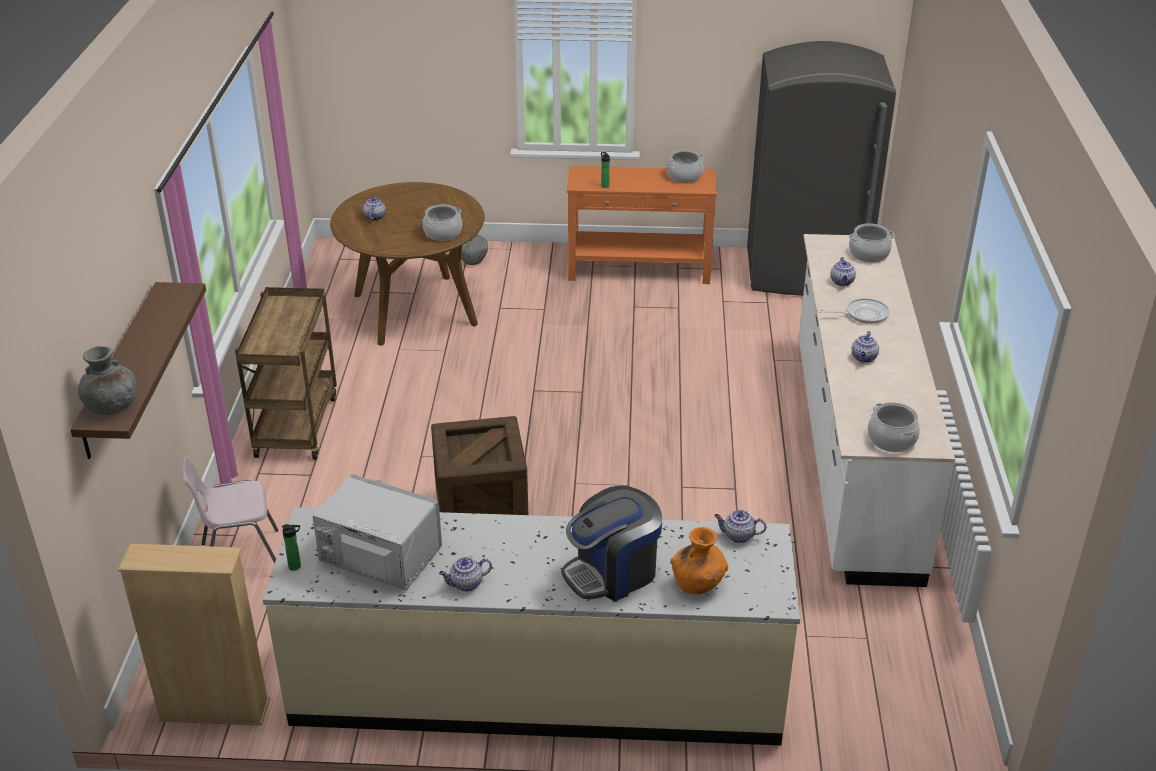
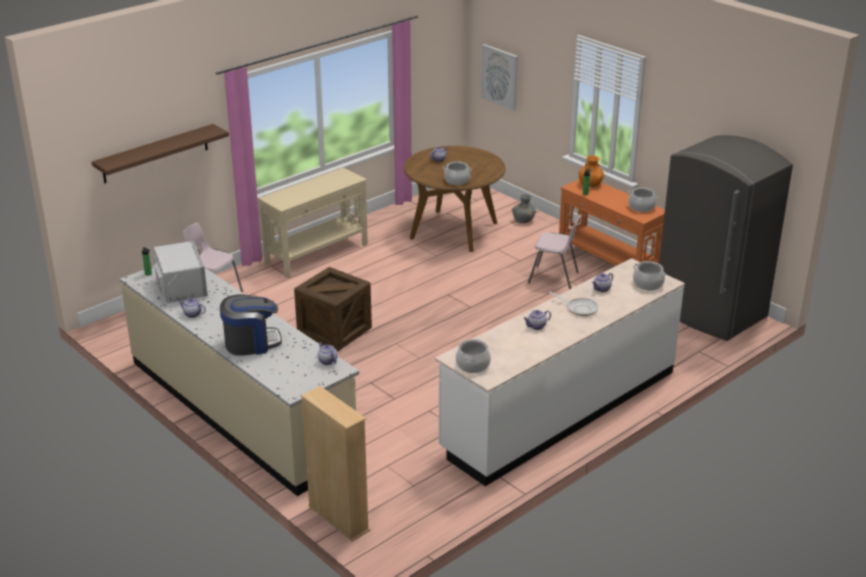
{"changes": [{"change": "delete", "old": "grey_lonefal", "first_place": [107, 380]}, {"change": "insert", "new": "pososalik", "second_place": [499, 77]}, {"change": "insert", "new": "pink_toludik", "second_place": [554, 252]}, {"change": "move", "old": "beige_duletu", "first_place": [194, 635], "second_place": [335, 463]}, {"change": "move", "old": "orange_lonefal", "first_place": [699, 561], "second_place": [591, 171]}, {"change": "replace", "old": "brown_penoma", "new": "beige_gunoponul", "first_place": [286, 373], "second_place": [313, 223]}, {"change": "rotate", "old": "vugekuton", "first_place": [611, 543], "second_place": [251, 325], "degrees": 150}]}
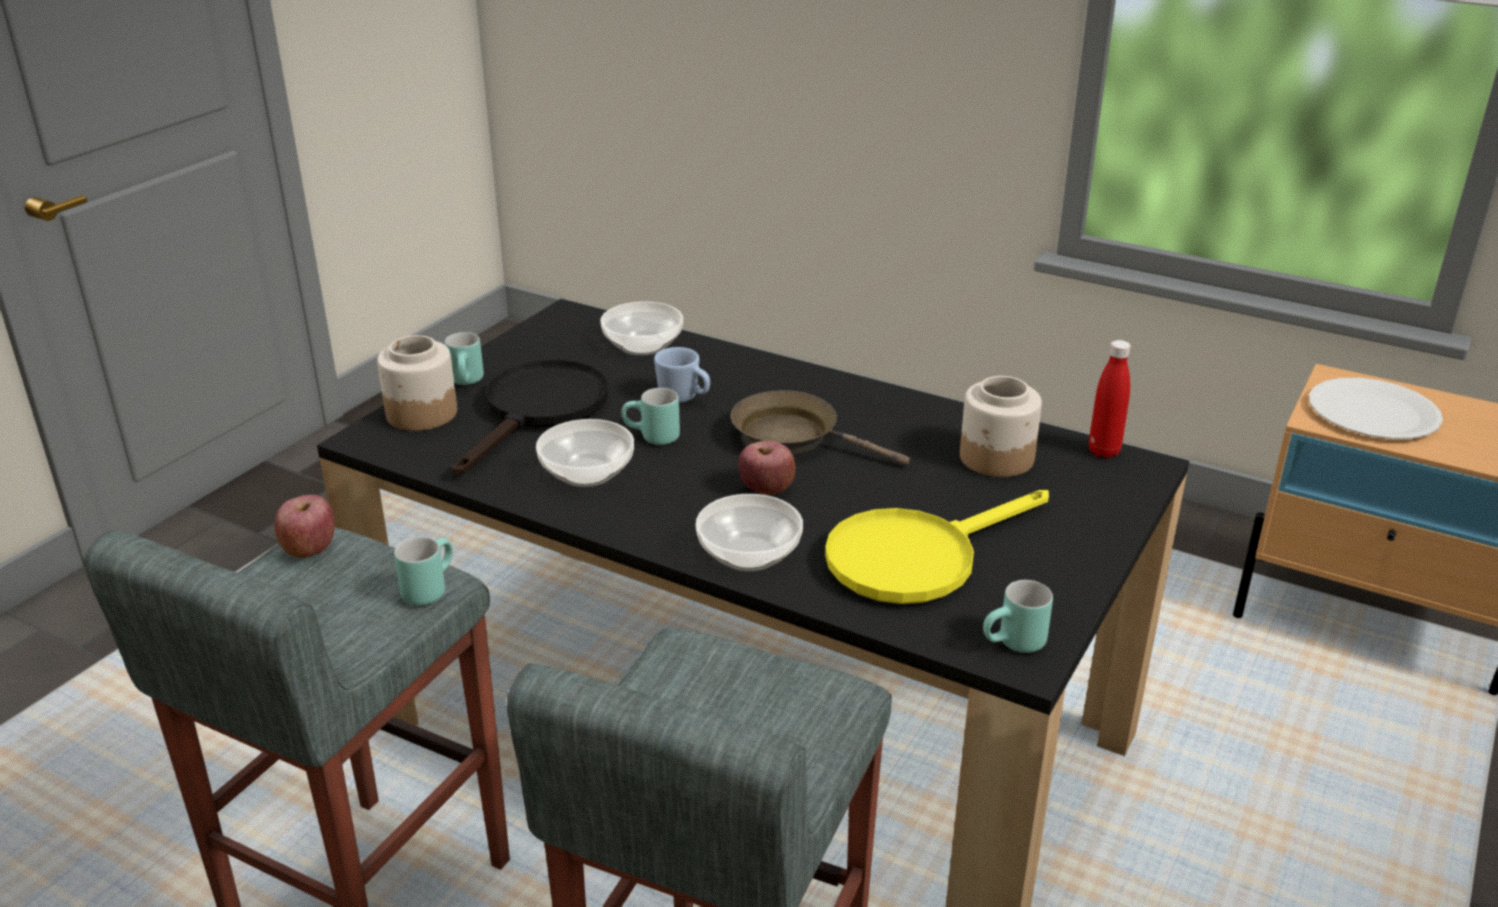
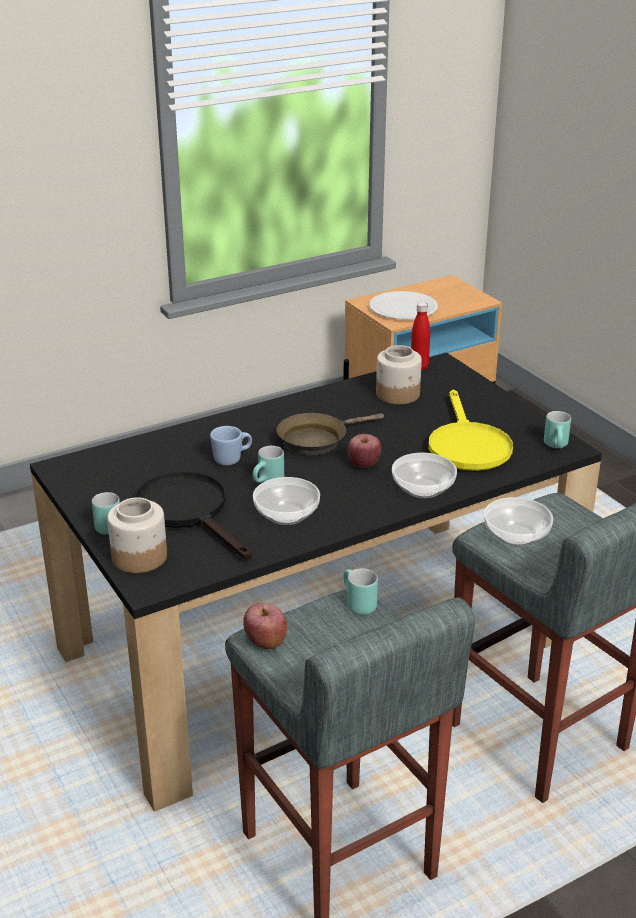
{"changes": [{"change": "move", "old": "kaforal", "first_place": [641, 328], "second_place": [518, 522]}]}
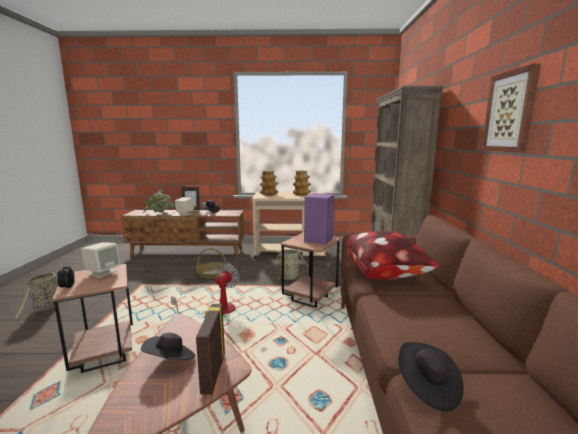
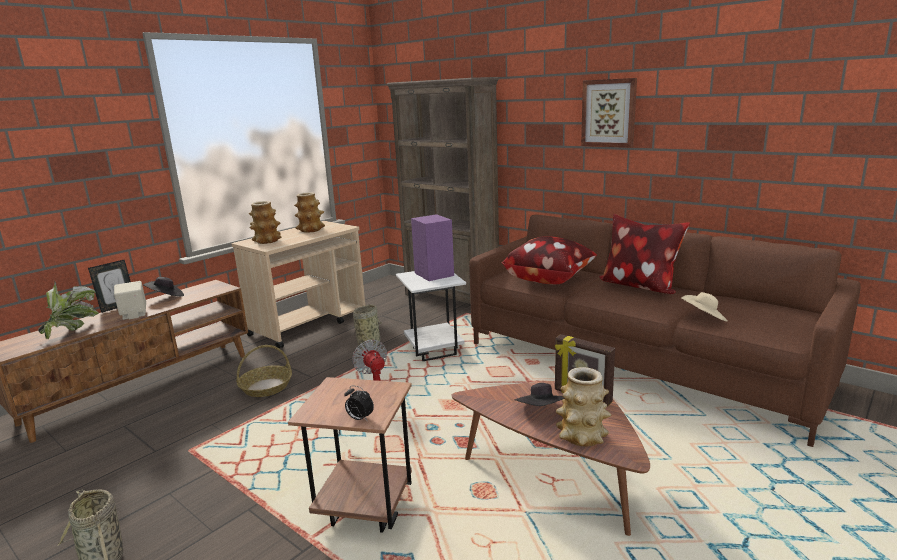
{"changes": [{"change": "delete", "old": "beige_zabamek", "first_place": [100, 260]}, {"change": "insert", "new": "lonefal", "second_place": [583, 407]}, {"change": "insert", "new": "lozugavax", "second_place": [644, 254]}, {"change": "recolor", "old": "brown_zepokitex", "new": "white_zepokitex", "first_place": [310, 270], "second_place": [431, 316]}, {"change": "recolor", "old": "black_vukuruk", "new": "beige_vukuruk", "first_place": [430, 377], "second_place": [704, 306]}]}
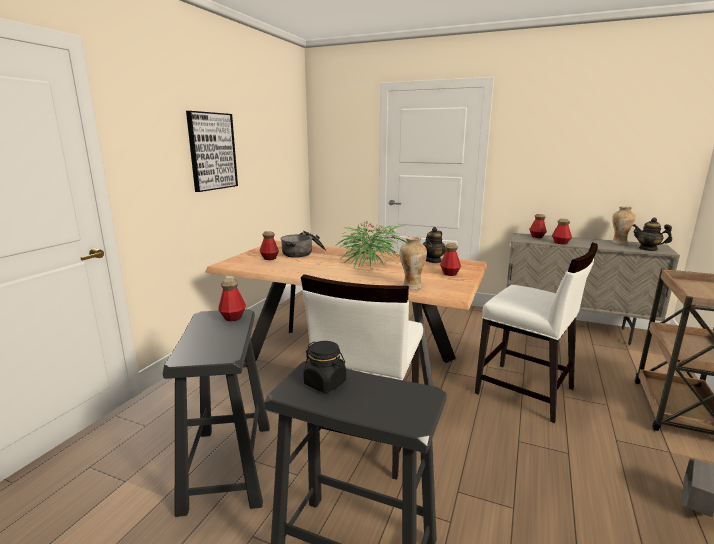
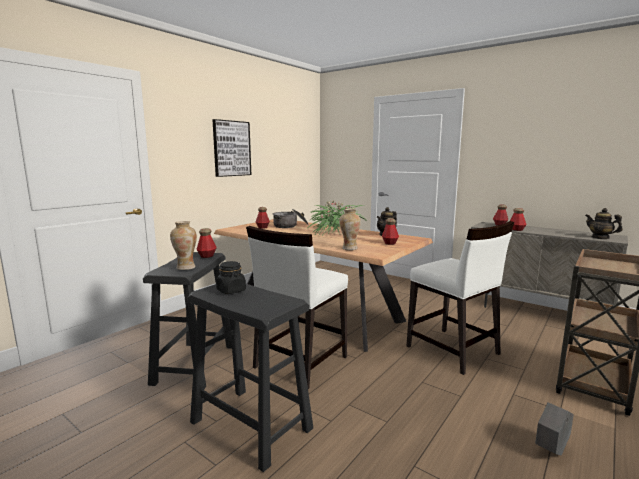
{"changes": [{"change": "move", "old": "lonefal", "first_place": [623, 225], "second_place": [183, 245]}]}
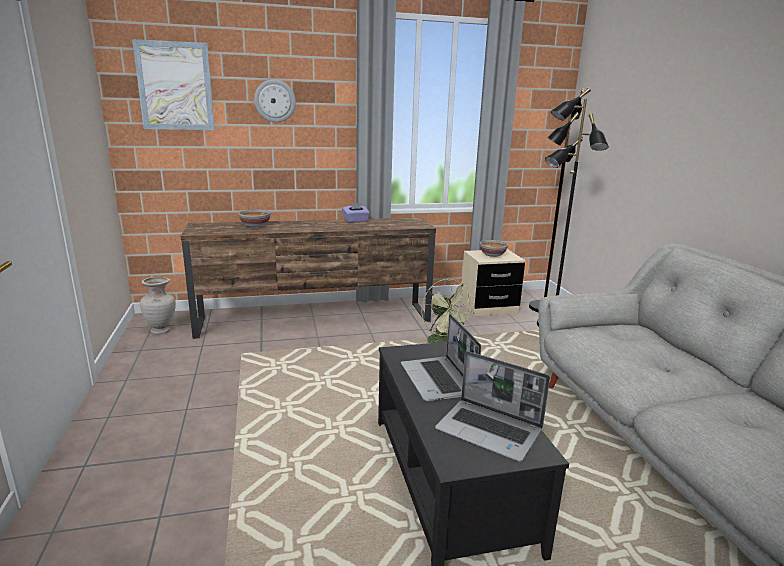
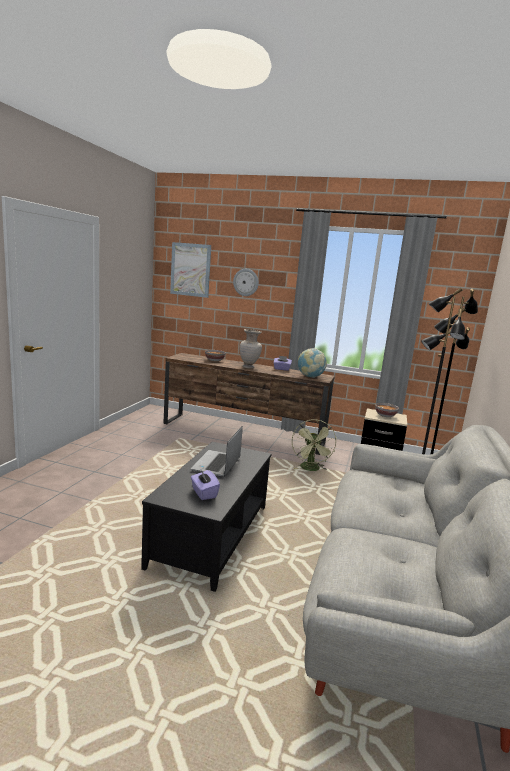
{"changes": [{"change": "insert", "new": "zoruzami", "second_place": [312, 363]}, {"change": "move", "old": "beige_lonefal", "first_place": [158, 305], "second_place": [250, 349]}, {"change": "replace", "old": "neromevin", "new": "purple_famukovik", "first_place": [492, 406], "second_place": [205, 485]}]}
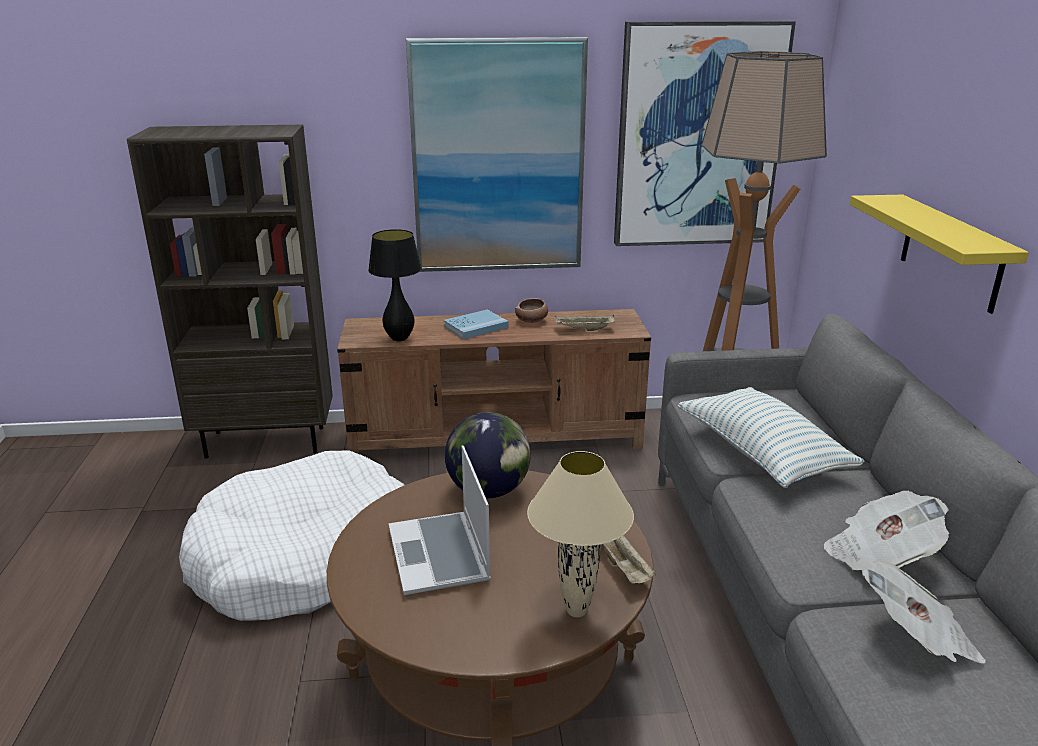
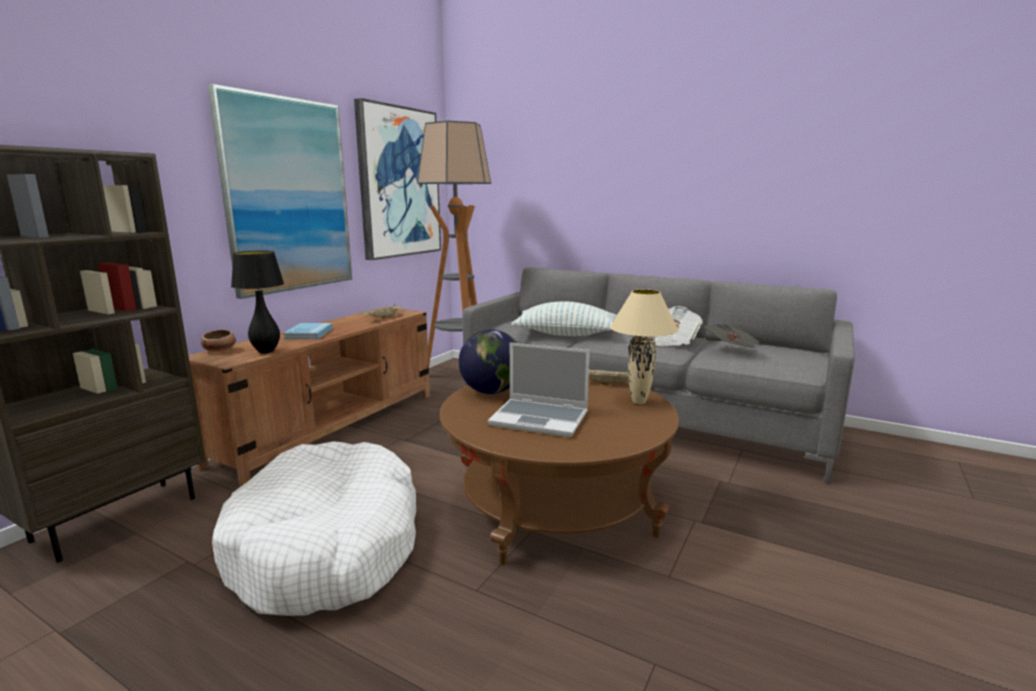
{"changes": [{"change": "delete", "old": "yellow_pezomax", "first_place": [939, 254]}, {"change": "move", "old": "kaforal", "first_place": [531, 310], "second_place": [218, 340]}]}
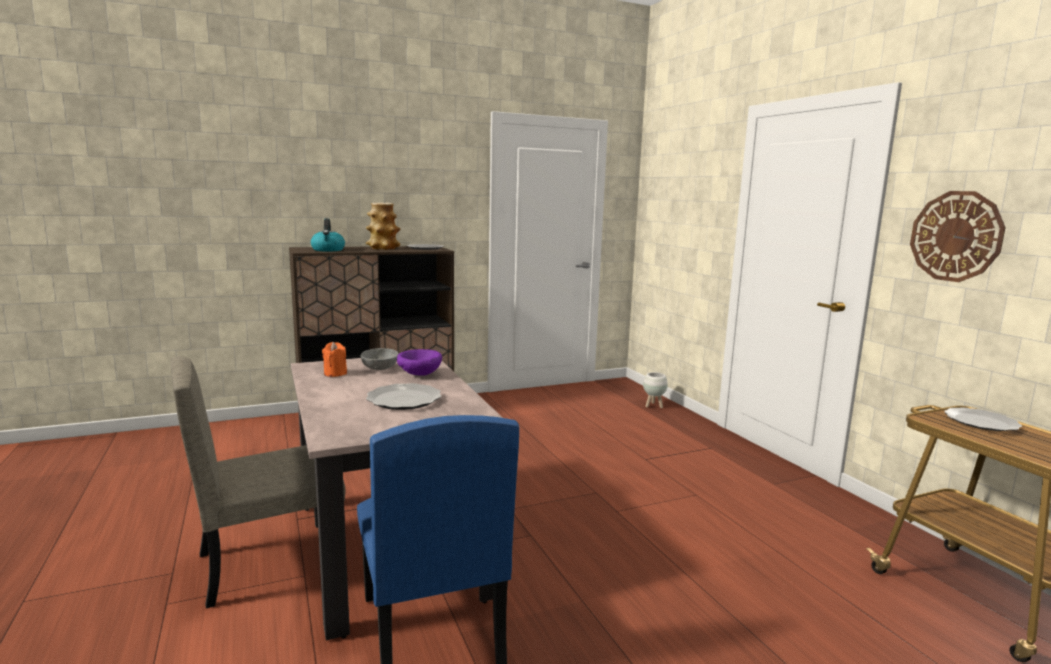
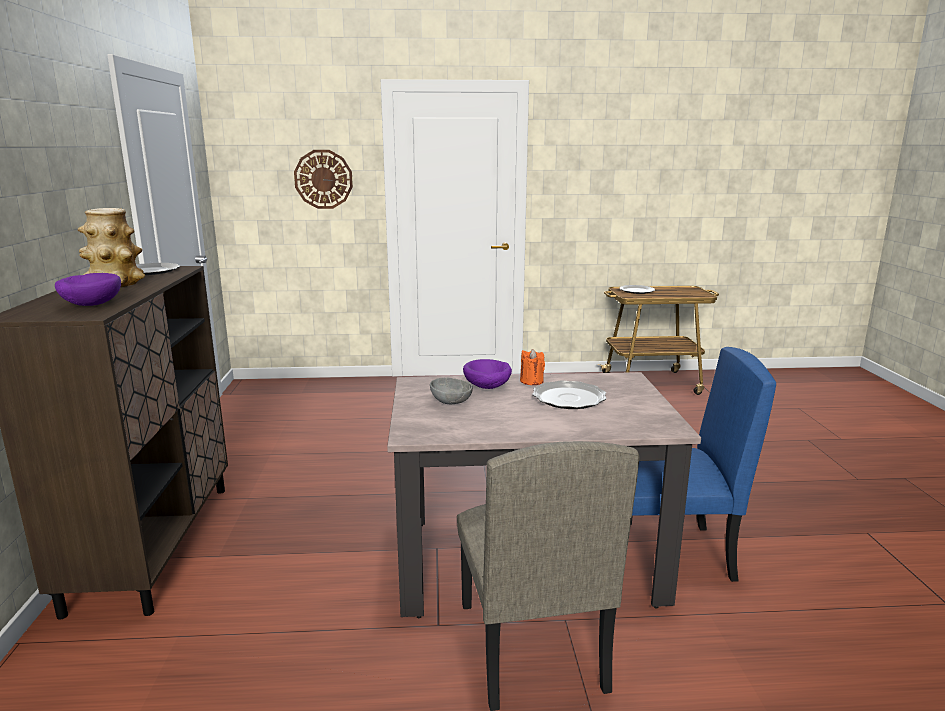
{"changes": [{"change": "delete", "old": "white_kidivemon", "first_place": [655, 390]}, {"change": "move", "old": "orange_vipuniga", "first_place": [334, 359], "second_place": [532, 367]}, {"change": "move", "old": "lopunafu", "first_place": [958, 236], "second_place": [323, 179]}, {"change": "replace", "old": "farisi", "new": "purple_kaforal", "first_place": [327, 234], "second_place": [88, 289]}]}
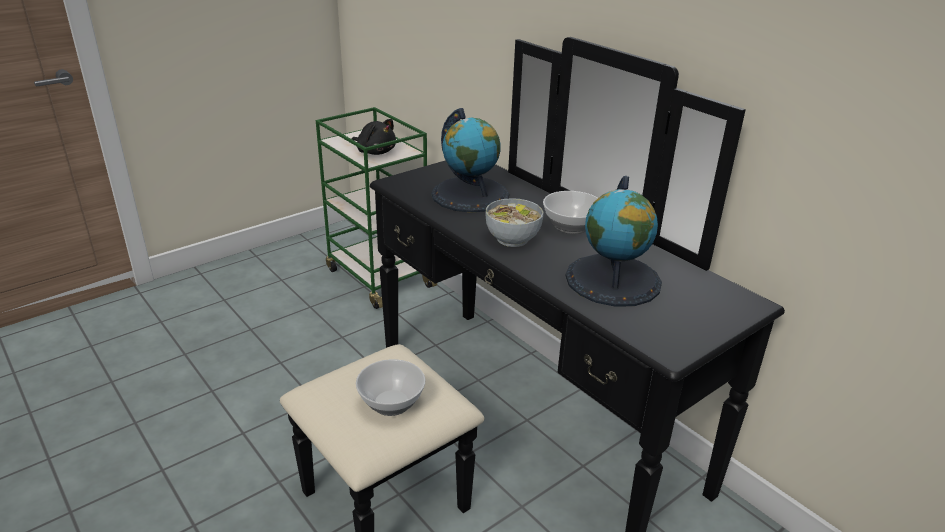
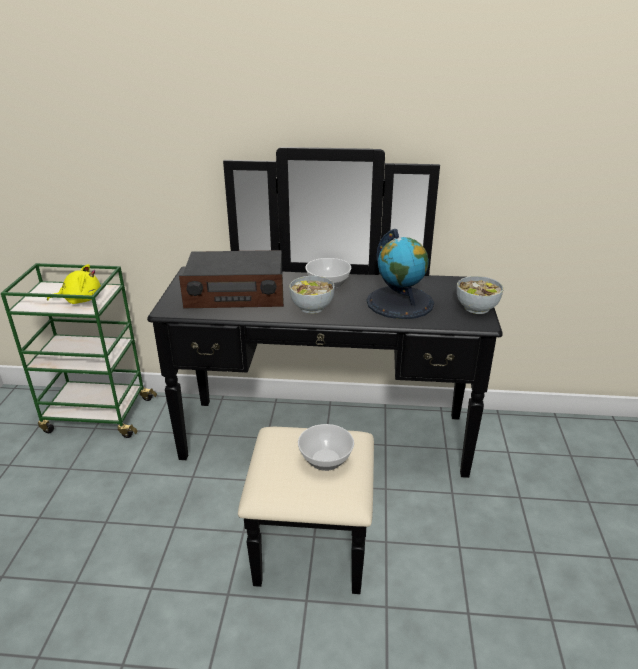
{"changes": [{"change": "insert", "new": "kaforal", "second_place": [480, 295]}, {"change": "replace", "old": "zoruzami", "new": "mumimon", "first_place": [470, 160], "second_place": [231, 279]}, {"change": "recolor", "old": "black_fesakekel", "new": "yellow_fesakekel", "first_place": [373, 137], "second_place": [74, 284]}]}
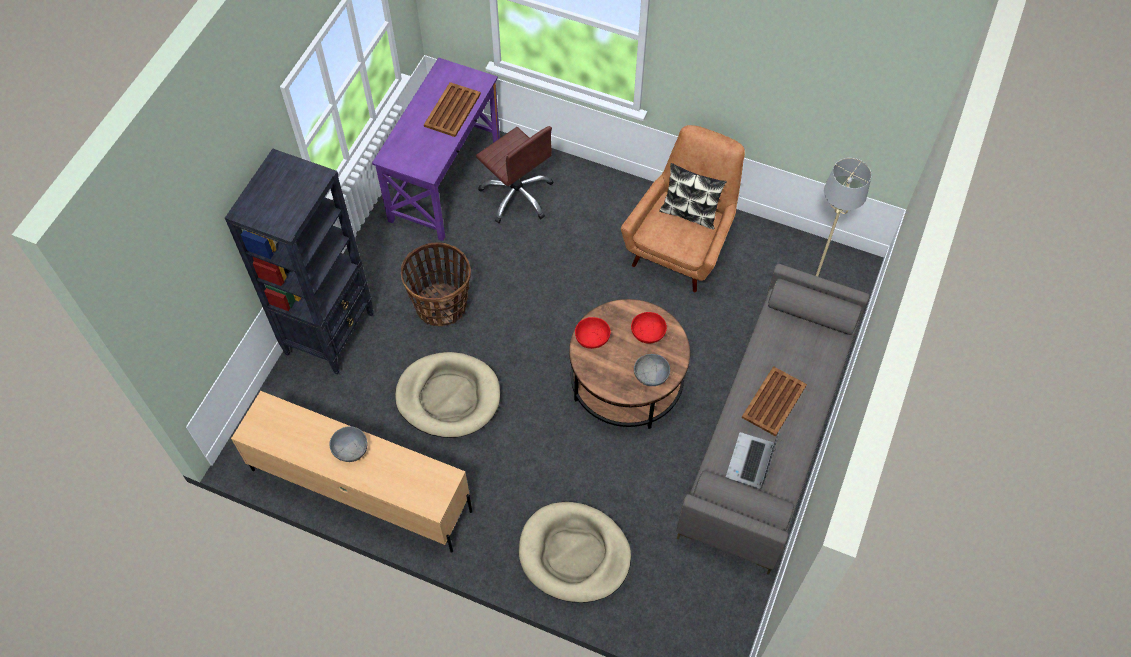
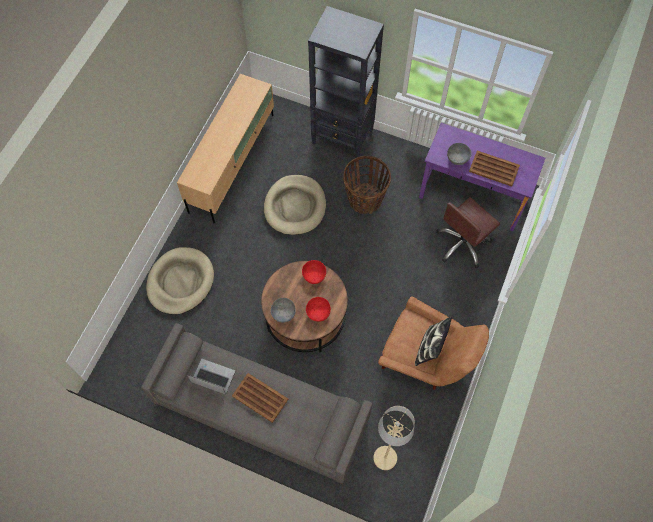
{"changes": [{"change": "move", "old": "grey_kaforal", "first_place": [348, 444], "second_place": [459, 154]}]}
